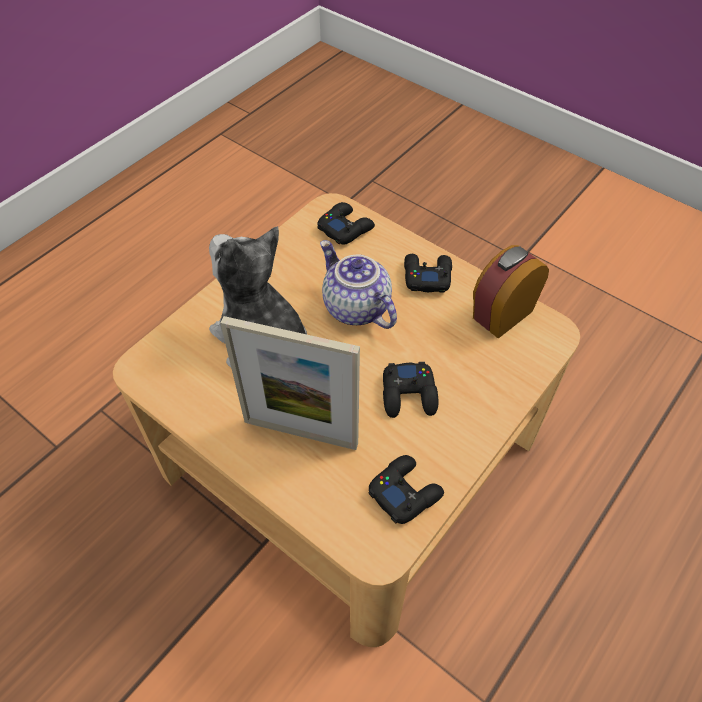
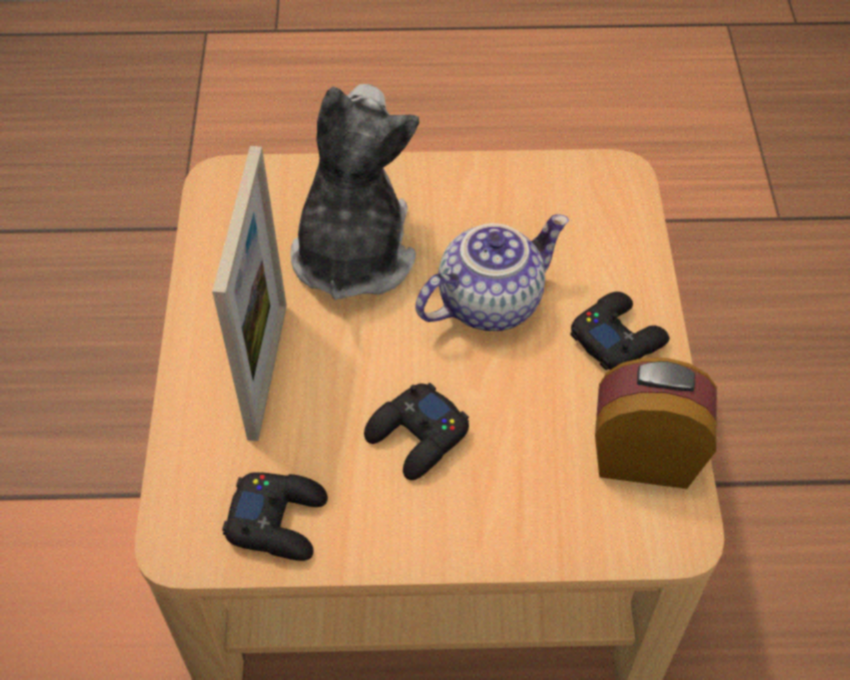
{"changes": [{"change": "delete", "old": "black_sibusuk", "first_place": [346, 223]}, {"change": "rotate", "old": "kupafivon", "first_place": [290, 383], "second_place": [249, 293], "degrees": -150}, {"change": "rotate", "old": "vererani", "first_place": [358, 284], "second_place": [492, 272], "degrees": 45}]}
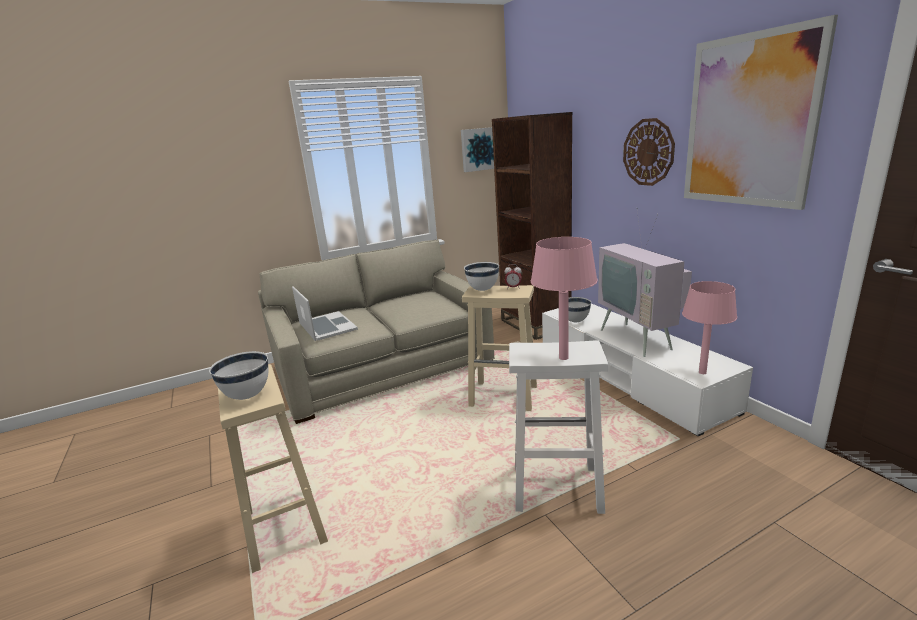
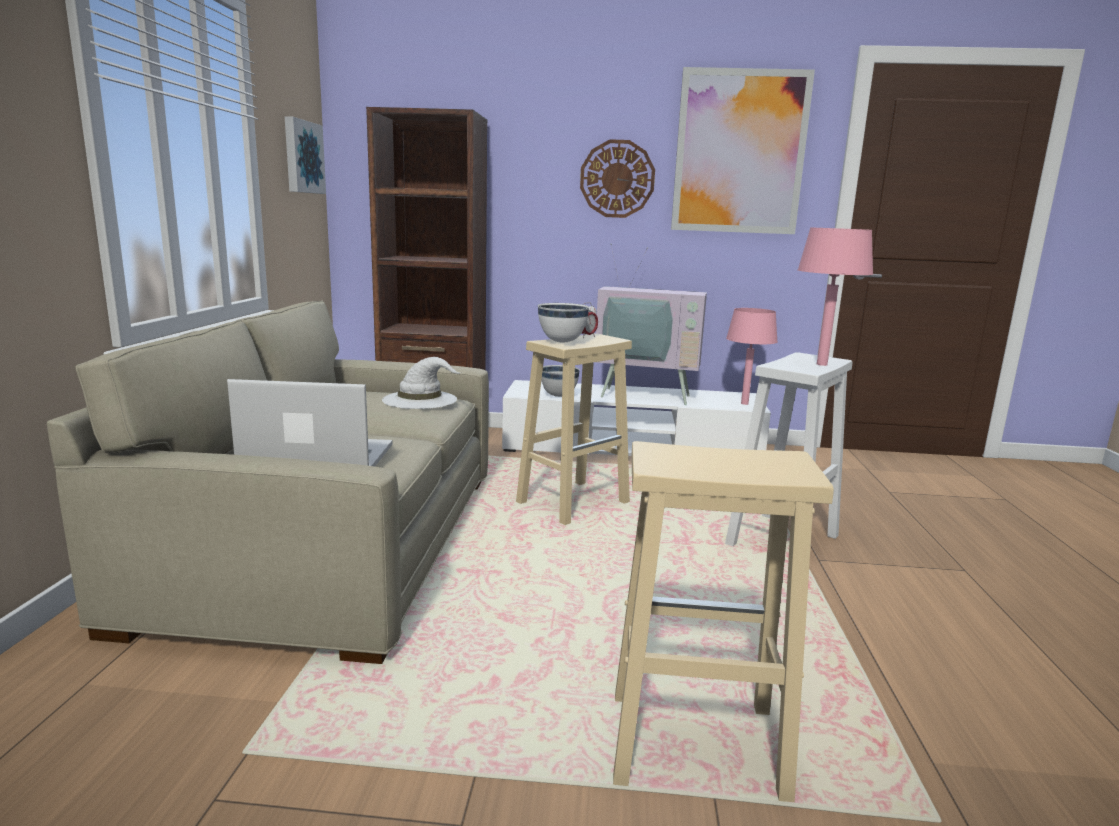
{"changes": [{"change": "delete", "old": "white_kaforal", "first_place": [239, 375]}, {"change": "insert", "new": "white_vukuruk", "second_place": [421, 383]}]}
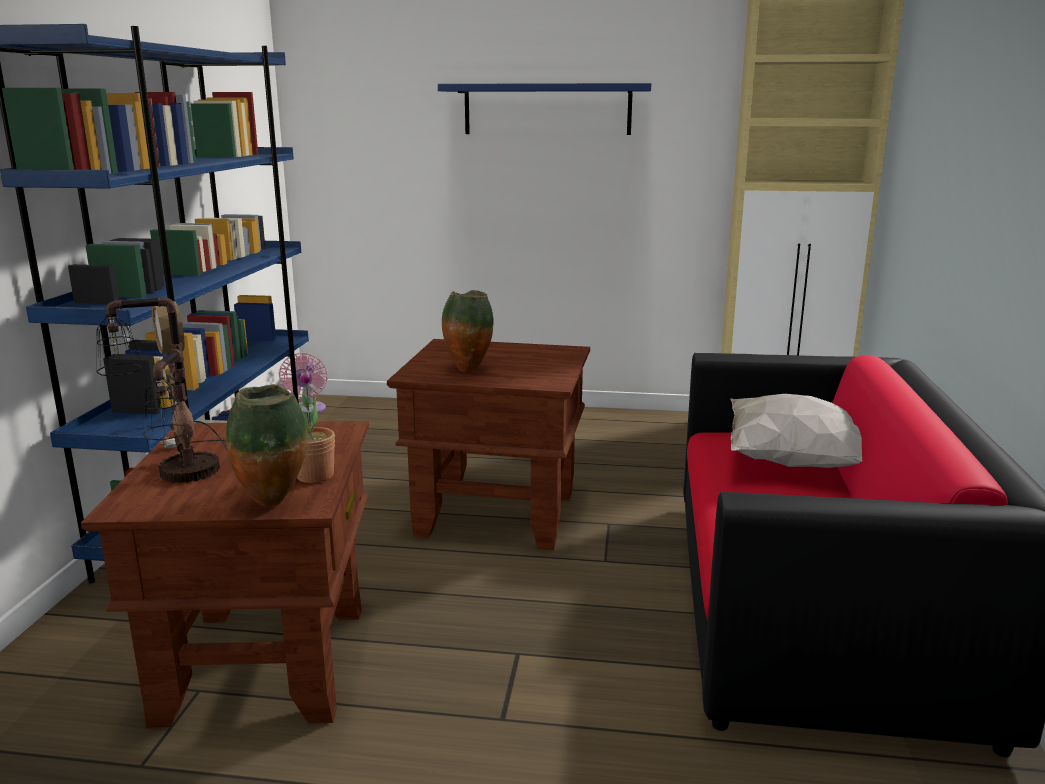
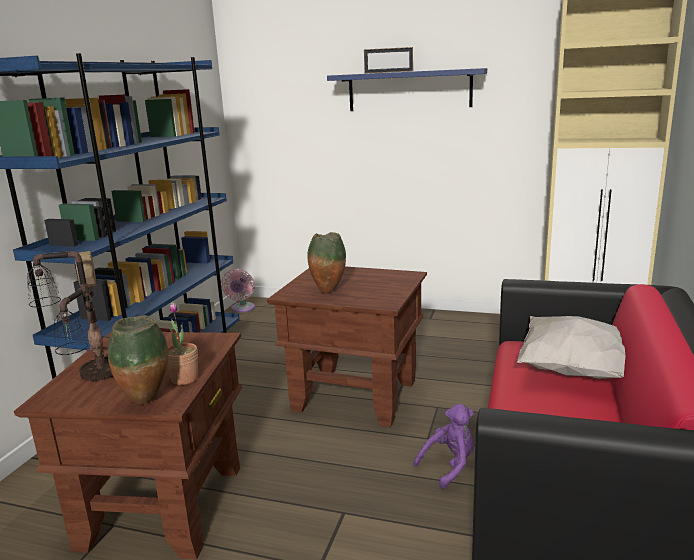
{"changes": [{"change": "insert", "new": "kupafivon", "second_place": [388, 60]}, {"change": "insert", "new": "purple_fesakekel", "second_place": [443, 446]}]}
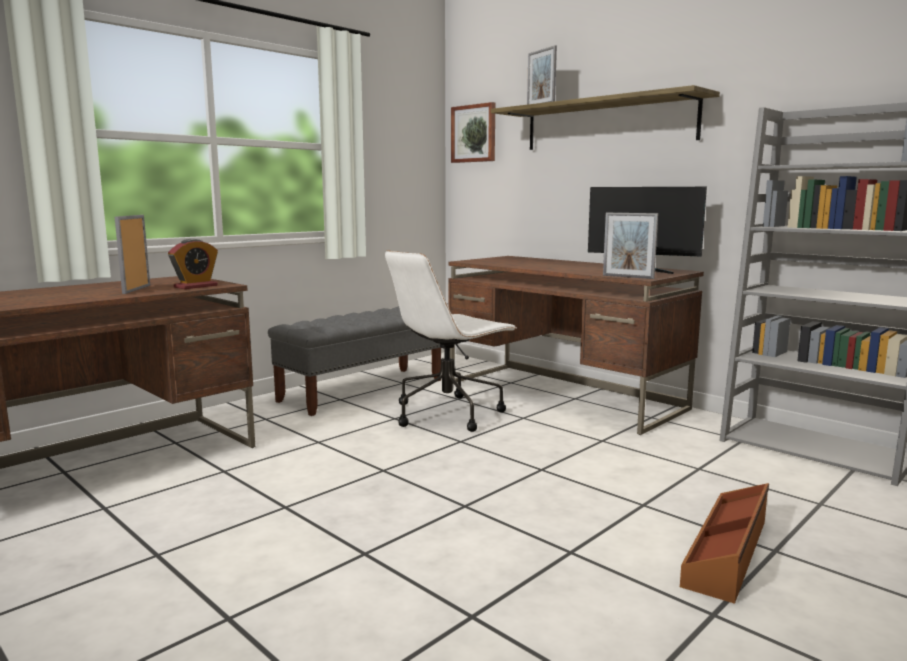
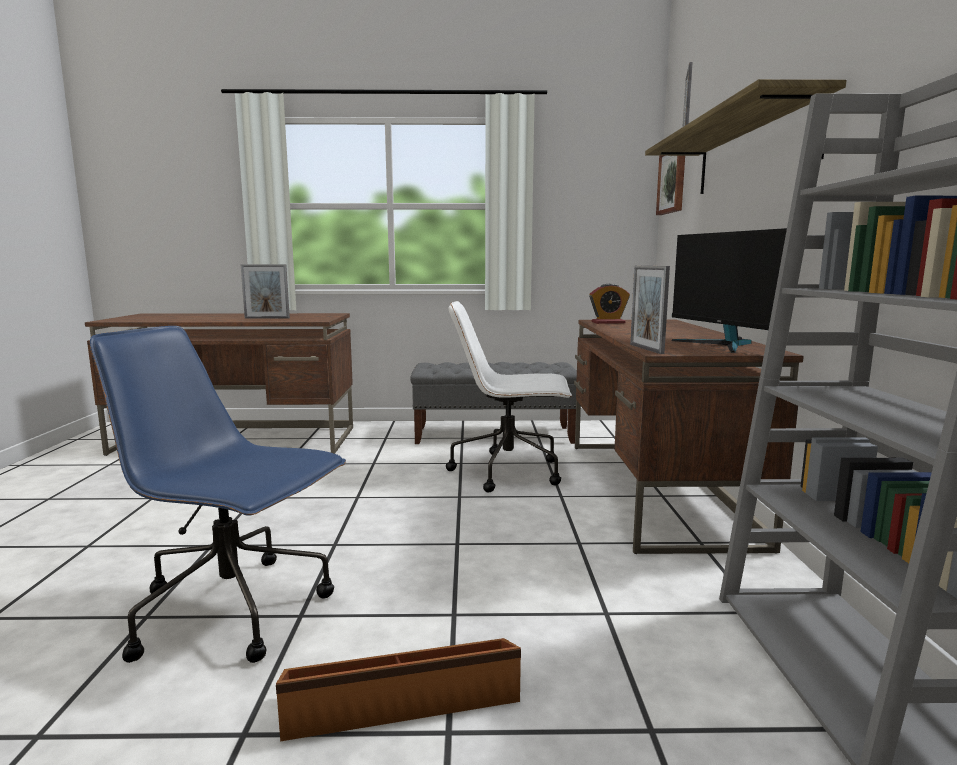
{"changes": [{"change": "insert", "new": "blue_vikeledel", "second_place": [218, 494]}, {"change": "move", "old": "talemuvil", "first_place": [193, 264], "second_place": [609, 304]}, {"change": "rotate", "old": "kupafivon", "first_place": [132, 254], "second_place": [265, 291], "degrees": -135}]}
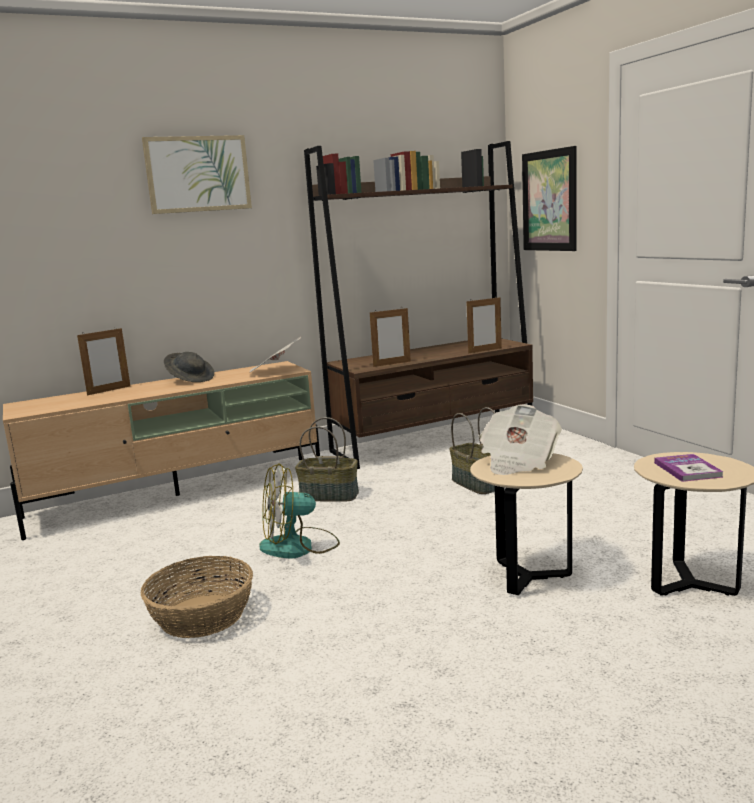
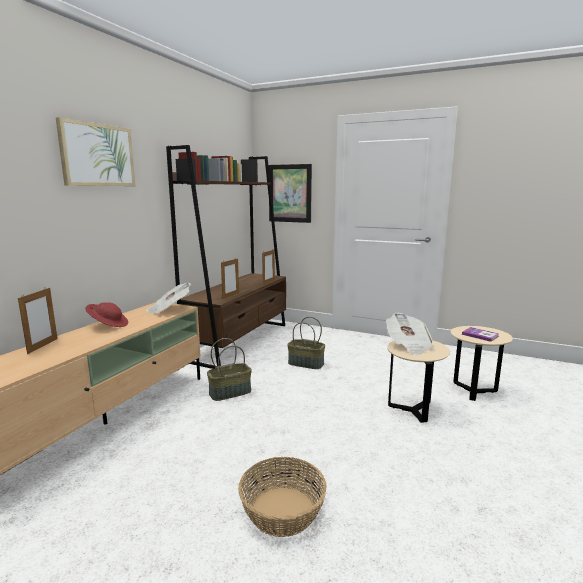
{"changes": [{"change": "delete", "old": "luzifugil", "first_place": [299, 511]}, {"change": "recolor", "old": "grey_vukuruk", "new": "red_vukuruk", "first_place": [189, 367], "second_place": [106, 314]}]}
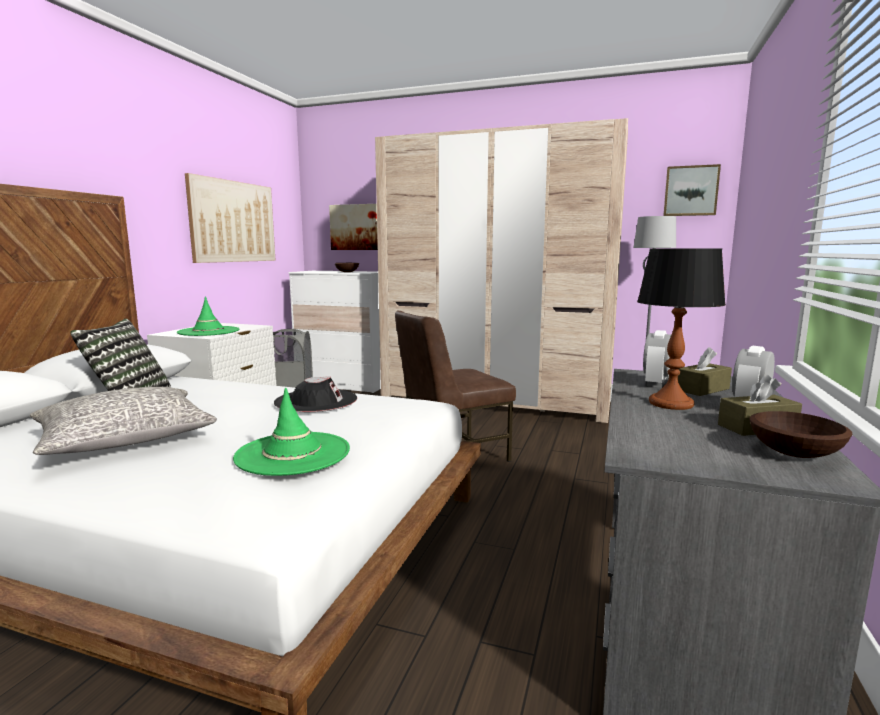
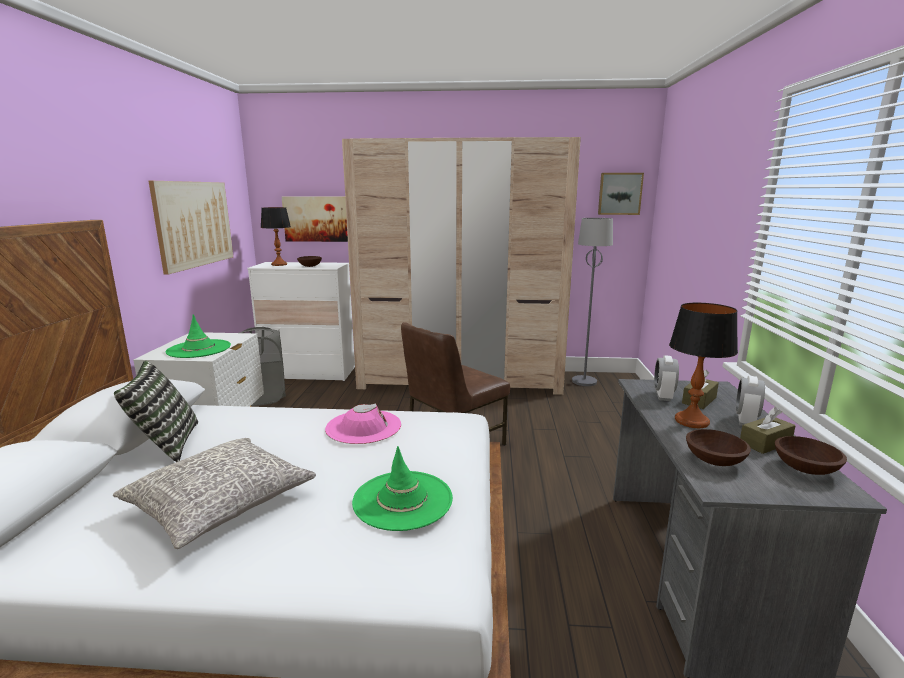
{"changes": [{"change": "insert", "new": "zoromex", "second_place": [275, 236]}, {"change": "insert", "new": "brown_kaforal", "second_place": [718, 447]}, {"change": "recolor", "old": "black_vukuruk", "new": "pink_vukuruk", "first_place": [315, 394], "second_place": [363, 423]}]}
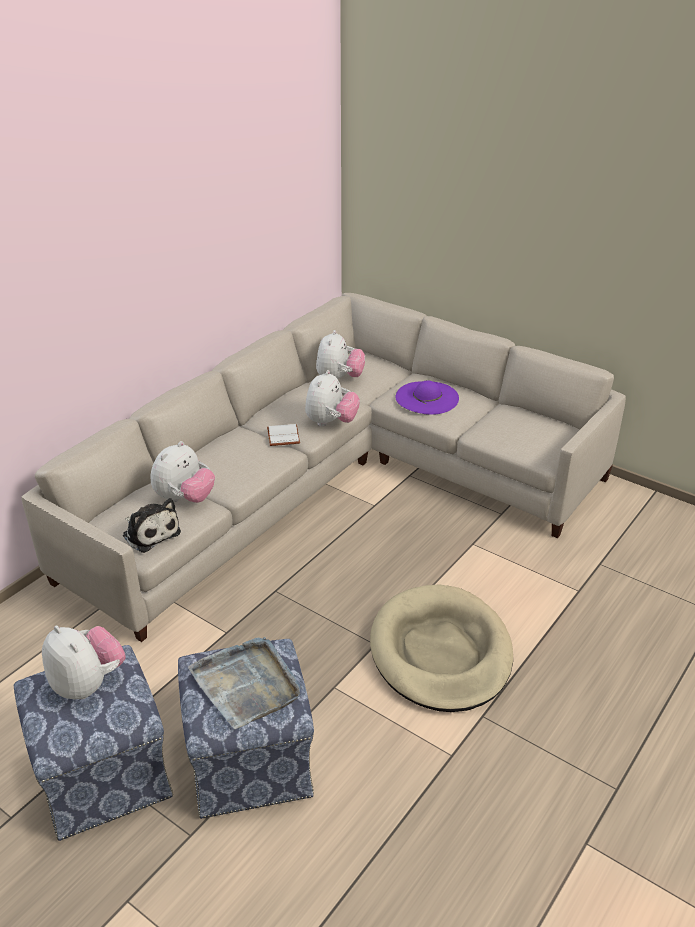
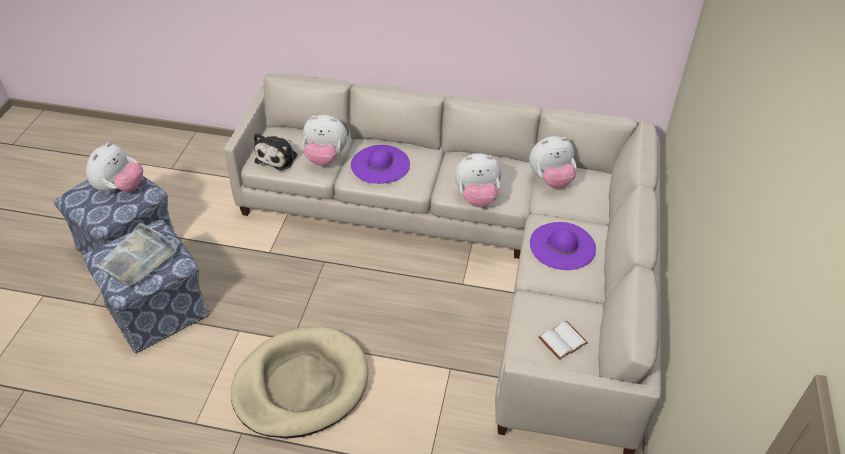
{"changes": [{"change": "insert", "new": "purple_vukuruk", "second_place": [380, 164]}, {"change": "move", "old": "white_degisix", "first_place": [283, 435], "second_place": [563, 340]}]}
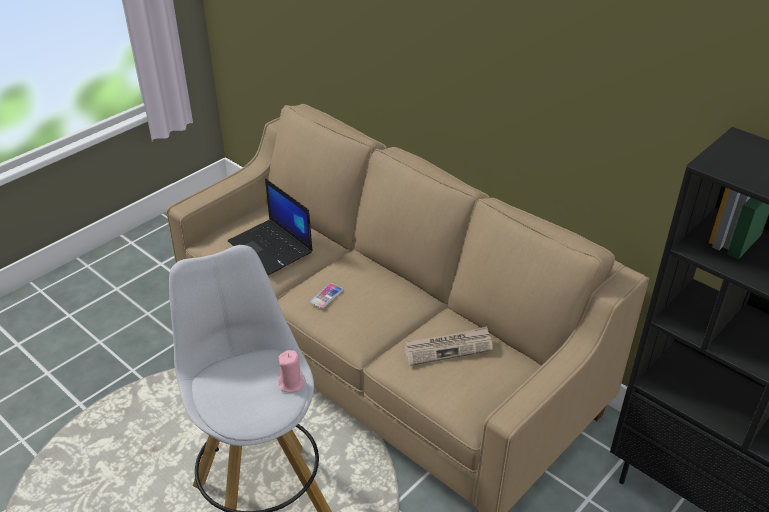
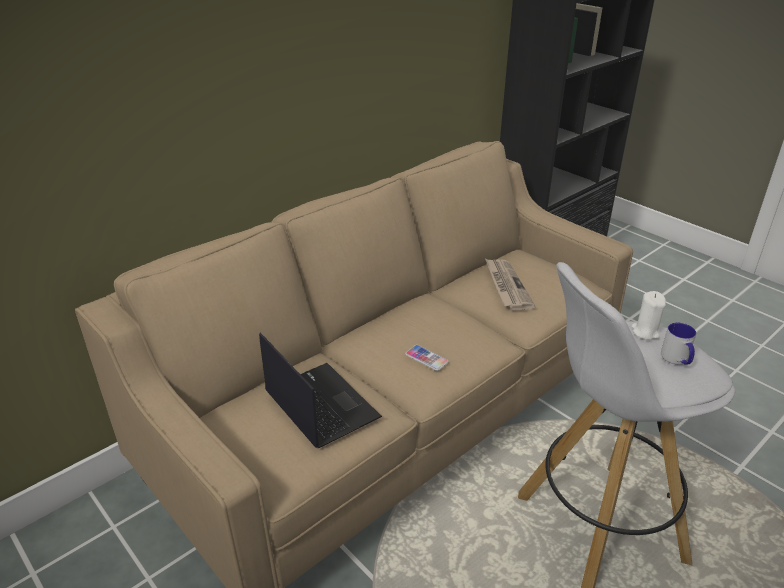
{"changes": [{"change": "insert", "new": "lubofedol", "second_place": [678, 344]}, {"change": "recolor", "old": "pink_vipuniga", "new": "white_vipuniga", "first_place": [291, 371], "second_place": [648, 315]}, {"change": "rotate", "old": "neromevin", "first_place": [270, 226], "second_place": [320, 390], "degrees": -90}]}
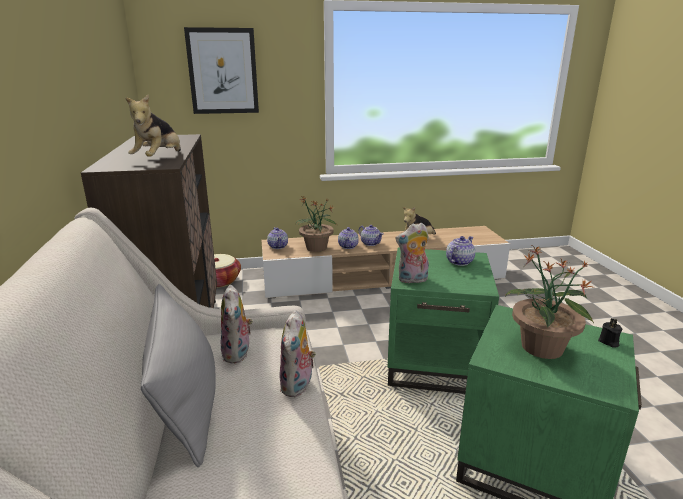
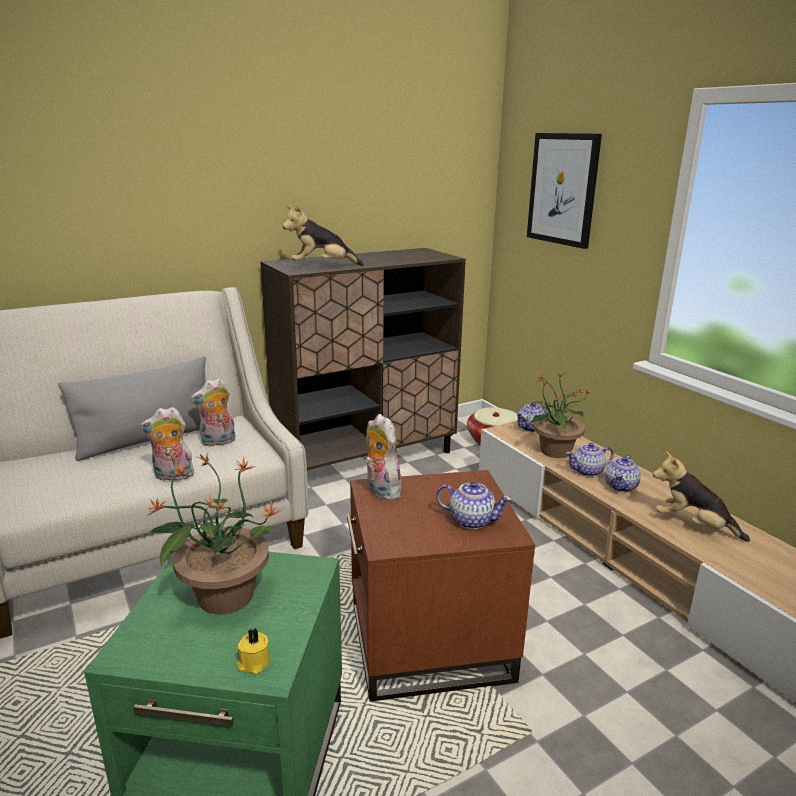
{"changes": [{"change": "recolor", "old": "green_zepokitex", "new": "brown_zepokitex", "first_place": [443, 321], "second_place": [441, 586]}, {"change": "recolor", "old": "black_vipuniga", "new": "yellow_vipuniga", "first_place": [610, 333], "second_place": [253, 651]}]}
